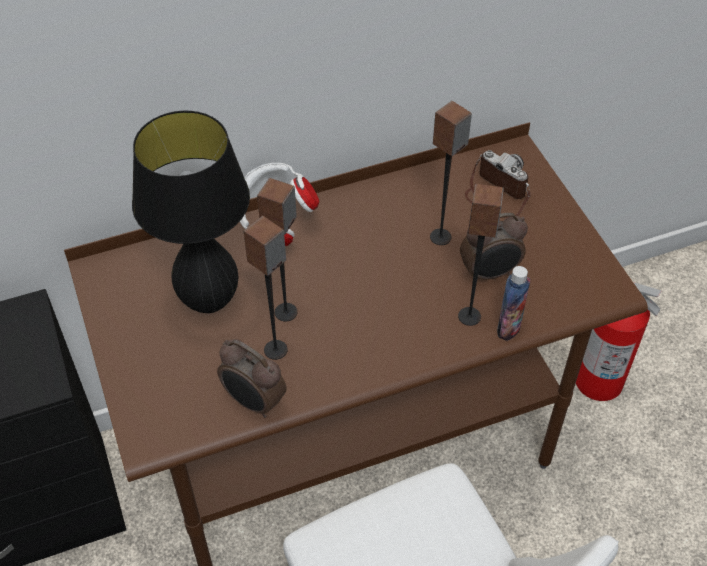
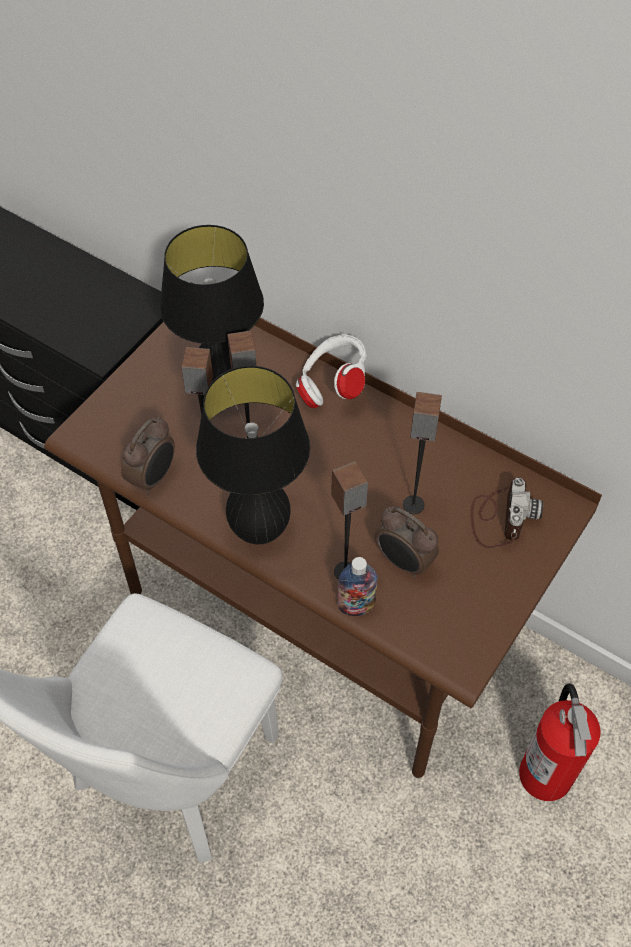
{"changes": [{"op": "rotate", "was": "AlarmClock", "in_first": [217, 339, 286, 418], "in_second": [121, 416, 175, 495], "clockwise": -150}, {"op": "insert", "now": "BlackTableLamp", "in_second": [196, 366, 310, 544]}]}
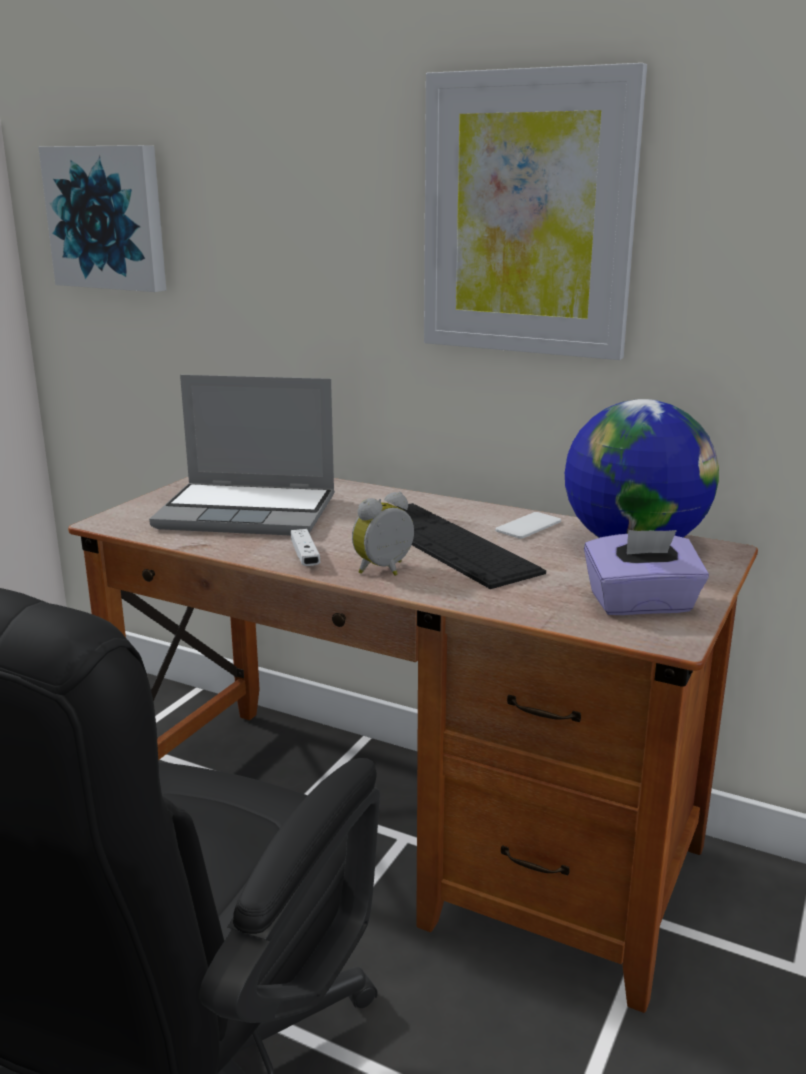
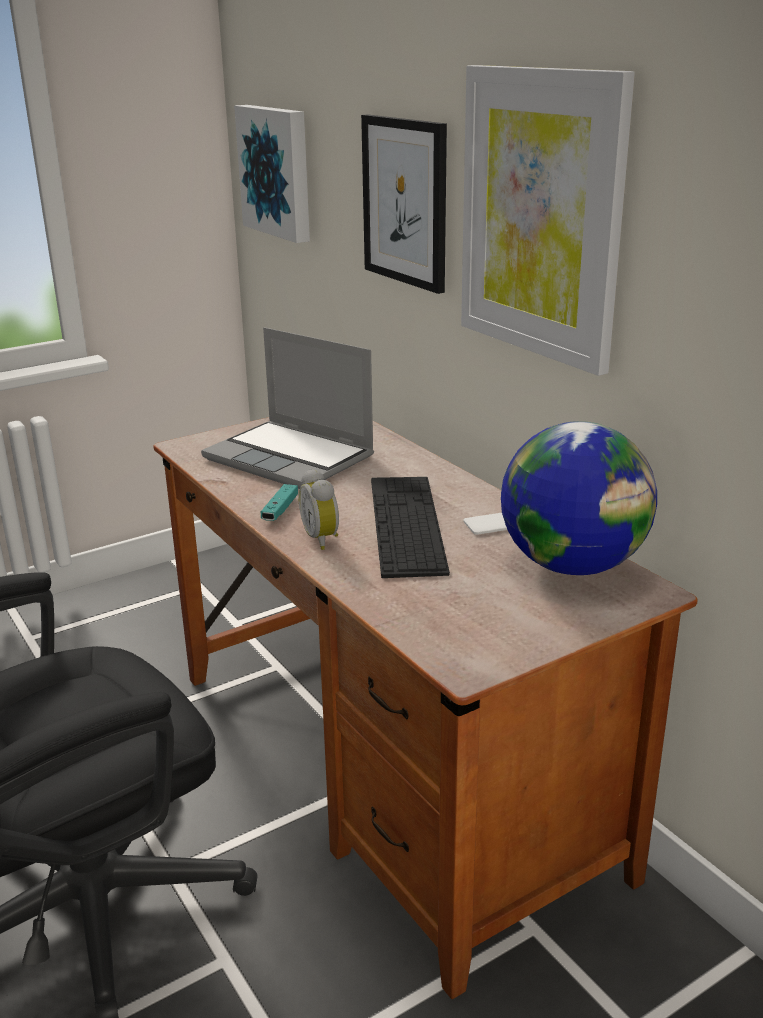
{"changes": [{"op": "recolor", "was": "WhiteColouredJoypad", "now": "TurquoiseColouredJoypad", "in_first": [291, 529, 321, 566], "in_second": [261, 484, 298, 521]}, {"op": "rotate", "was": "AlarmClock", "in_first": [352, 492, 414, 576], "in_second": [299, 468, 339, 550], "clockwise": -105}, {"op": "delete", "was": "PurplishTissueHolder", "in_first": [584, 530, 709, 615]}, {"op": "insert", "now": "WallPicture", "in_second": [361, 114, 447, 294]}]}
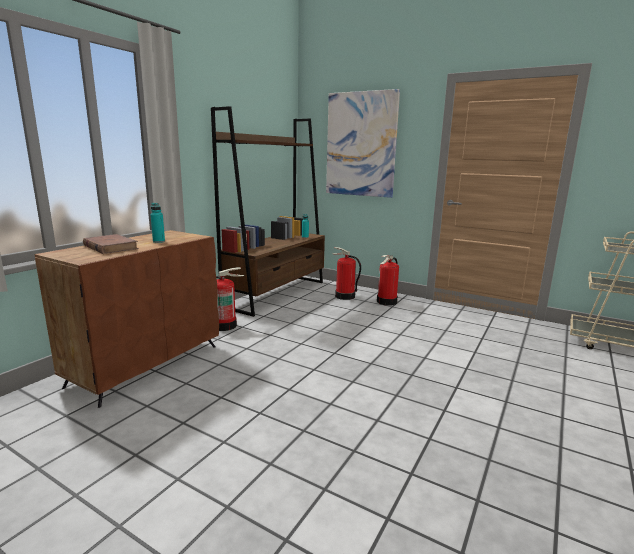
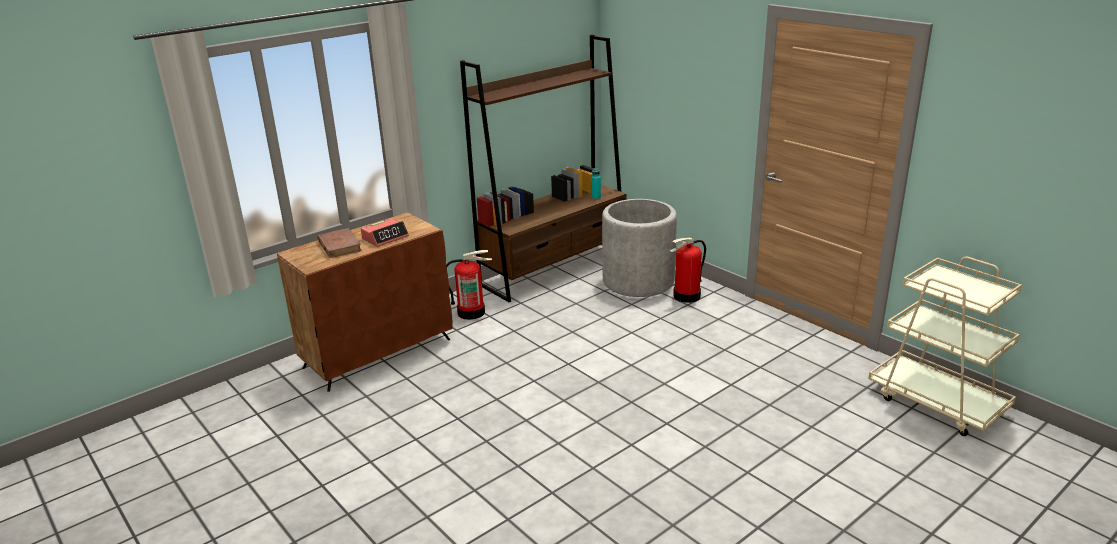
{"changes": [{"op": "replace", "was": "TurquoiseColouredDrinkBottle", "now": "AlarmClock", "in_first": [150, 203, 165, 243], "in_second": [361, 218, 409, 247]}, {"op": "delete", "was": "WallPicture", "in_first": [326, 89, 400, 198]}, {"op": "replace", "was": "FireFightingCylinder", "now": "GreyishPlanter", "in_first": [332, 247, 361, 300], "in_second": [602, 199, 677, 297]}]}
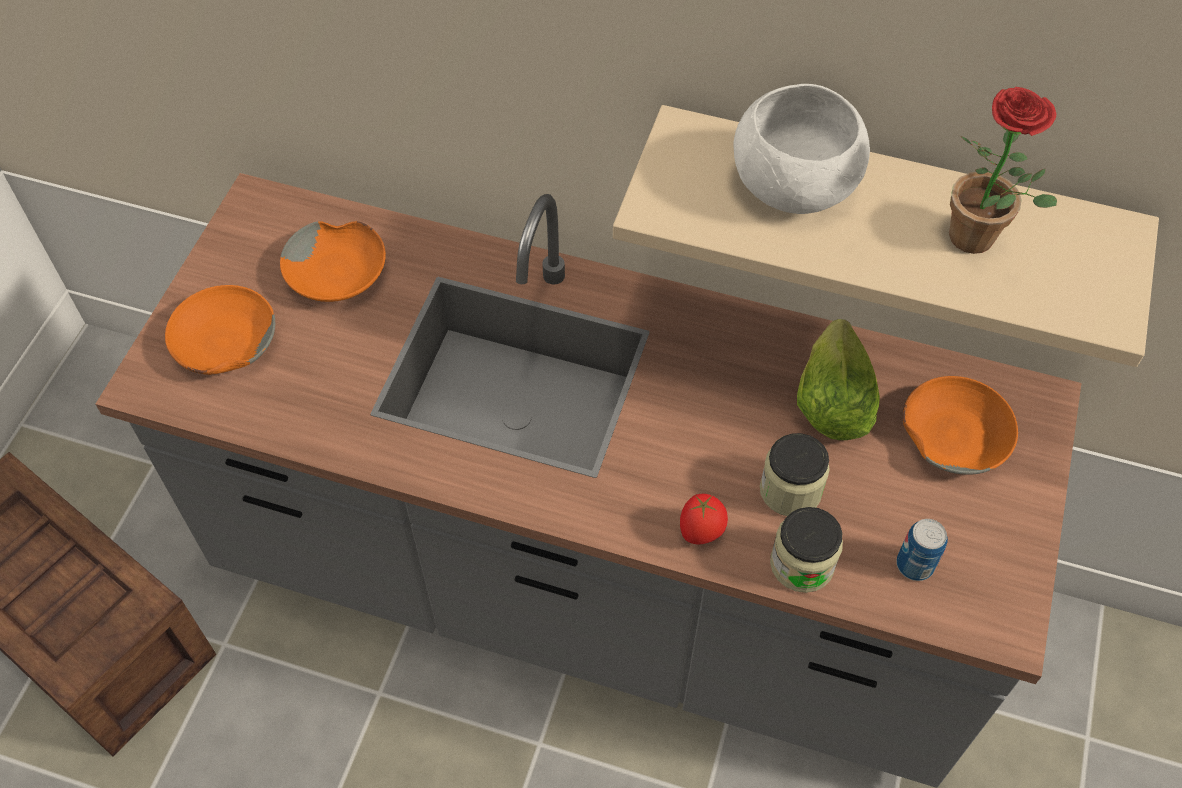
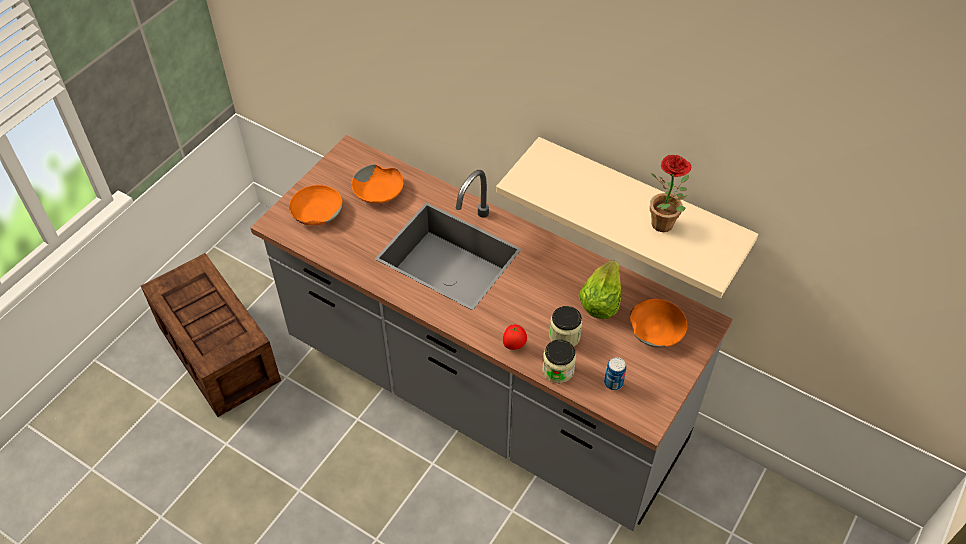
{"changes": [{"op": "delete", "was": "WhiteColouredDeepDish", "in_first": [733, 84, 870, 214]}]}
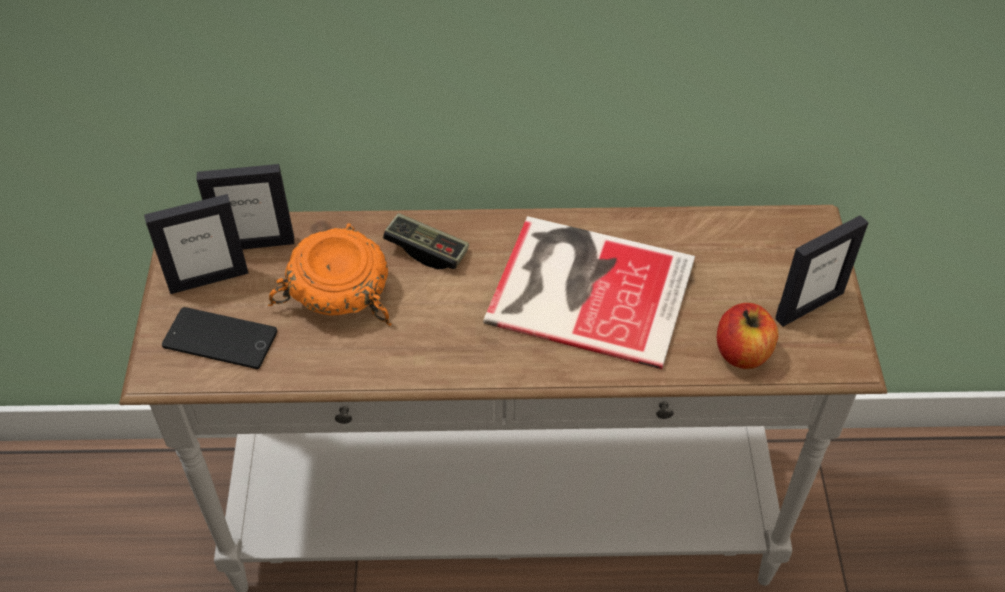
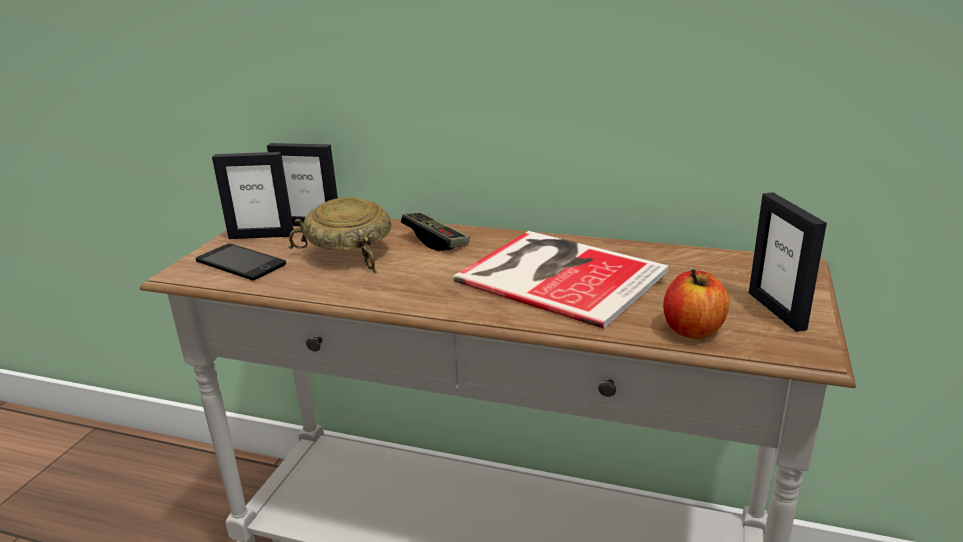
{"changes": [{"op": "recolor", "was": "OrangeColouredDeepDish", "now": "BeigeDeepDish", "in_first": [268, 223, 392, 326], "in_second": [289, 197, 391, 273]}, {"op": "rotate", "was": "PictureFrame", "in_first": [775, 215, 869, 327], "in_second": [749, 192, 827, 332], "clockwise": 90}]}
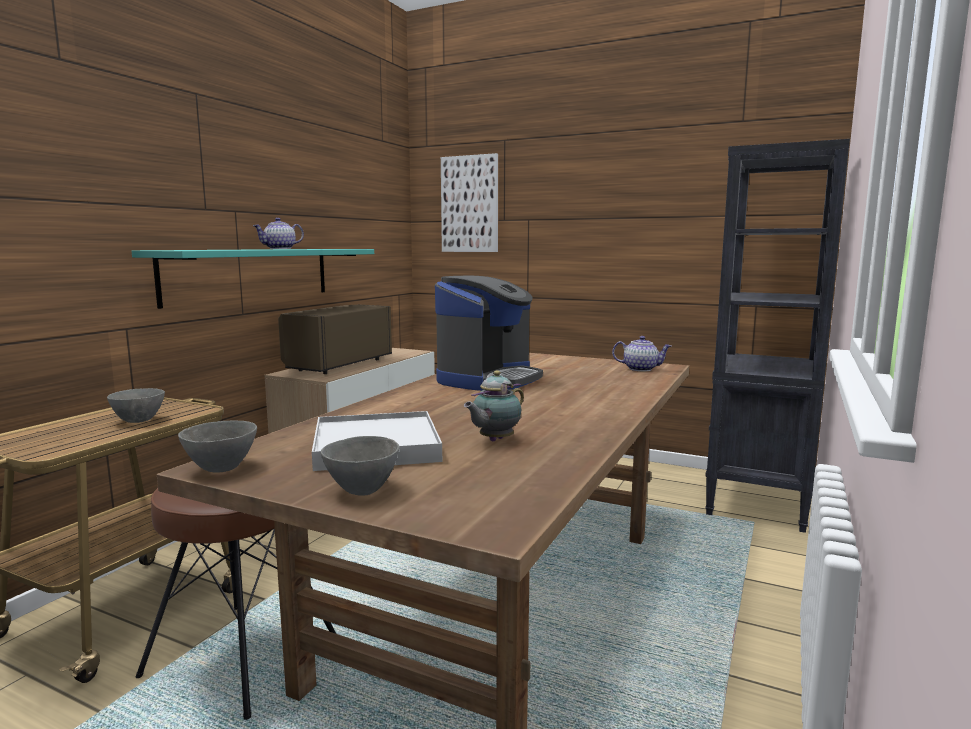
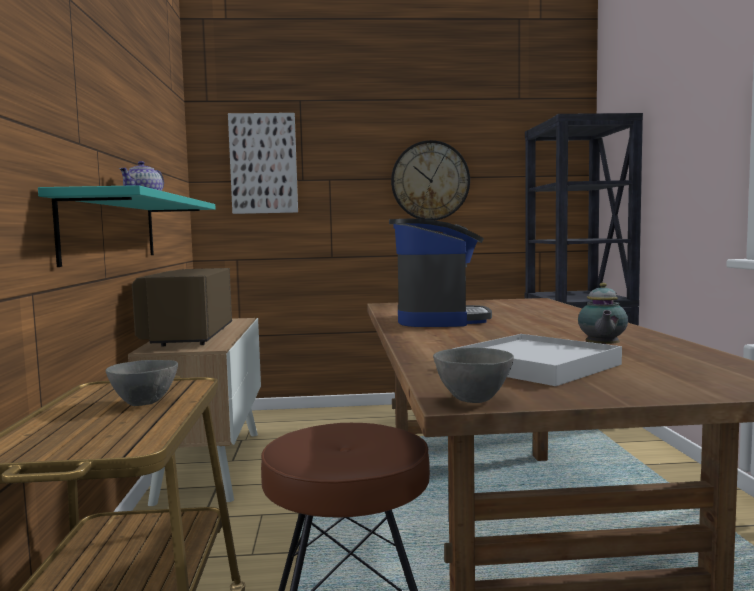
{"changes": [{"op": "delete", "was": "GreyishDeepDish", "in_first": [321, 436, 400, 496]}, {"op": "delete", "was": "Teapot", "in_first": [612, 336, 671, 372]}, {"op": "insert", "now": "ClockOnTheWall", "in_second": [391, 140, 470, 220]}]}
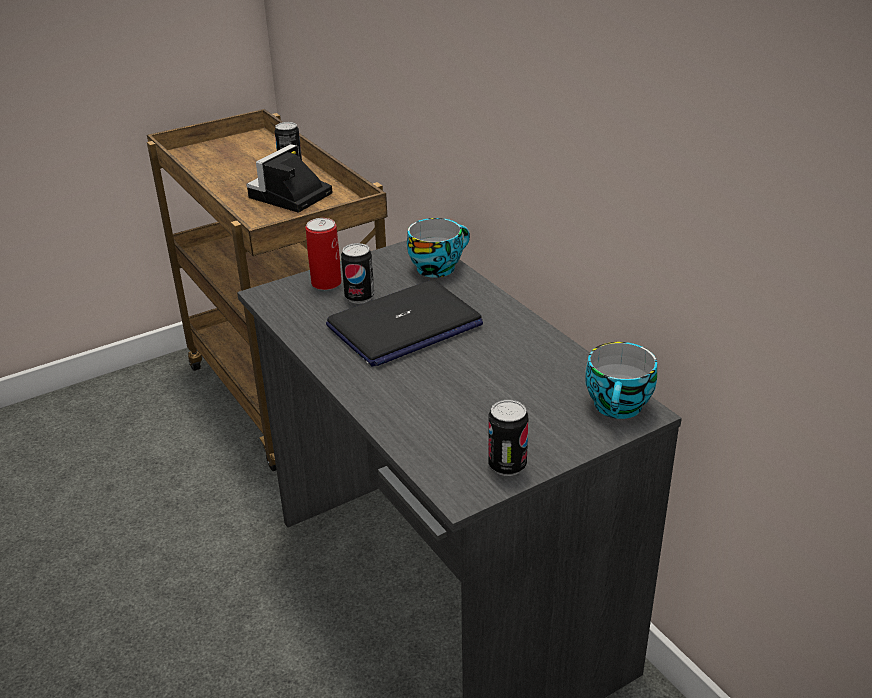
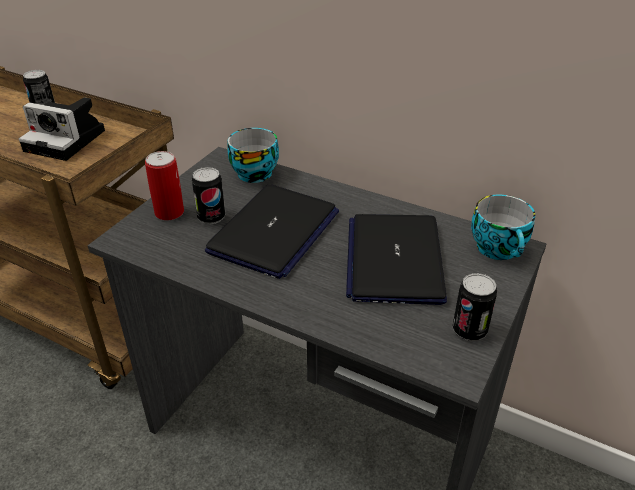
{"changes": [{"op": "rotate", "was": "StillCamera", "in_first": [246, 144, 333, 213], "in_second": [19, 97, 105, 161], "clockwise": -75}, {"op": "insert", "now": "NotebookComputer", "in_second": [346, 214, 447, 305]}]}
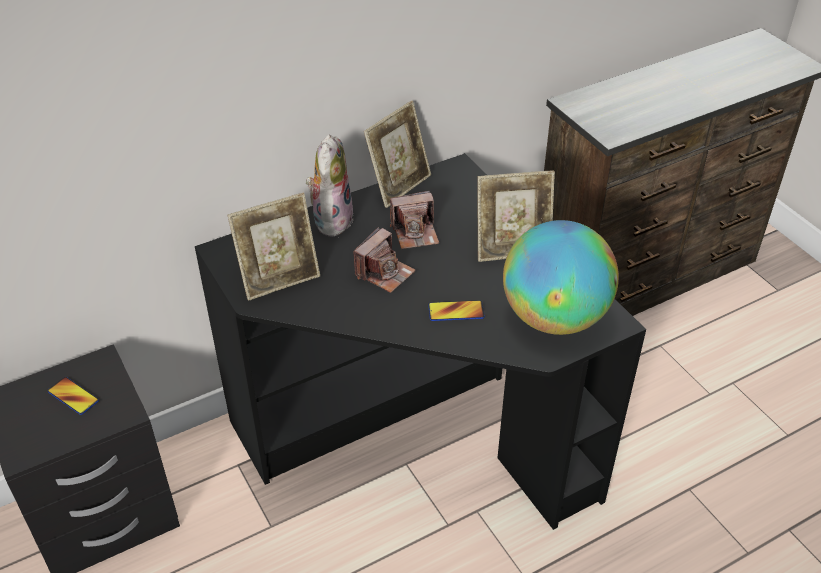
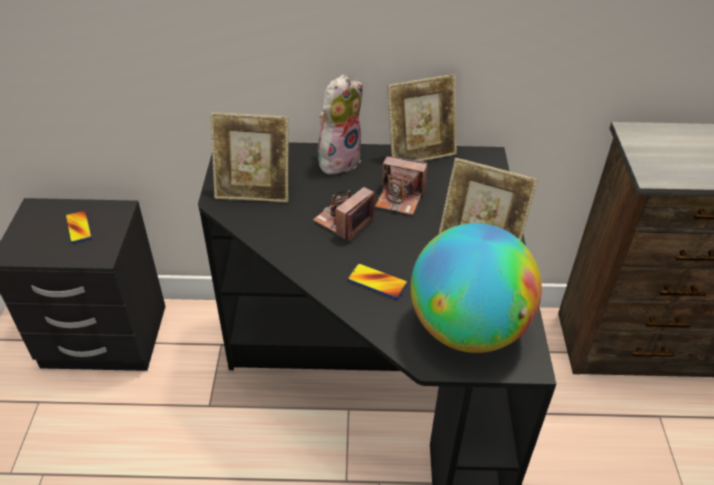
{"changes": [{"op": "rotate", "was": "StillCamera", "in_first": [353, 227, 416, 293], "in_second": [313, 187, 375, 241], "clockwise": 150}]}
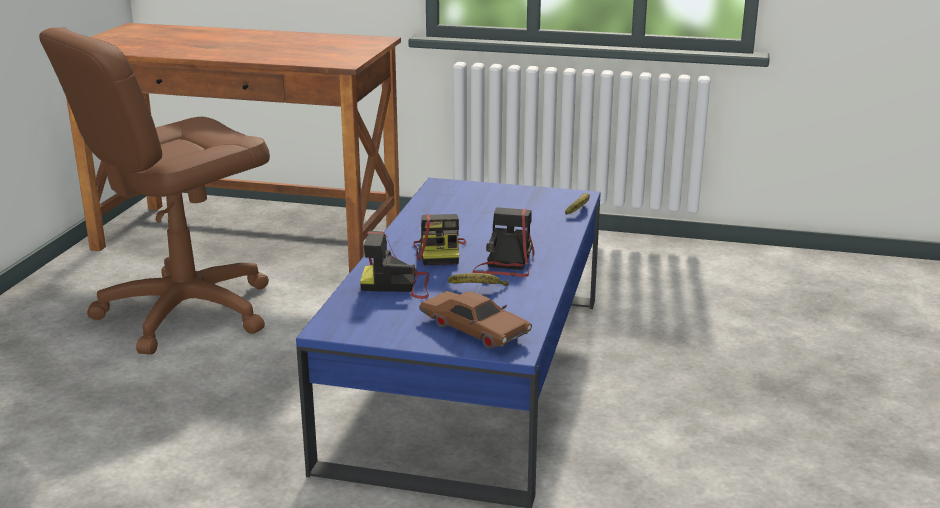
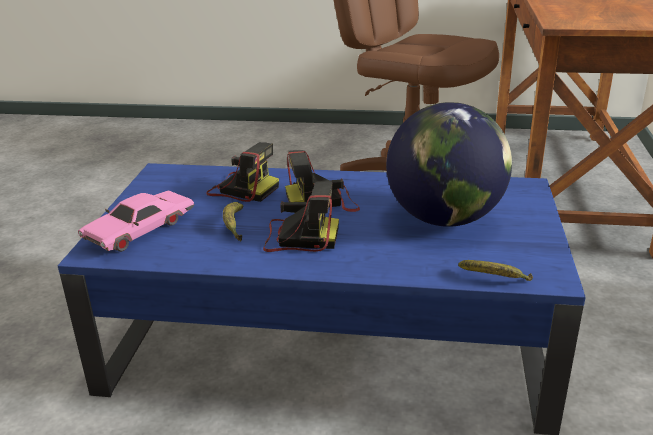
{"changes": [{"op": "rotate", "was": "StillCamera", "in_first": [360, 231, 429, 299], "in_second": [206, 142, 279, 202], "clockwise": 120}, {"op": "recolor", "was": "BrownishModelCar", "now": "PinkishModelCar", "in_first": [419, 291, 532, 349], "in_second": [78, 190, 195, 252]}, {"op": "insert", "now": "Globe", "in_second": [386, 102, 512, 227]}]}
